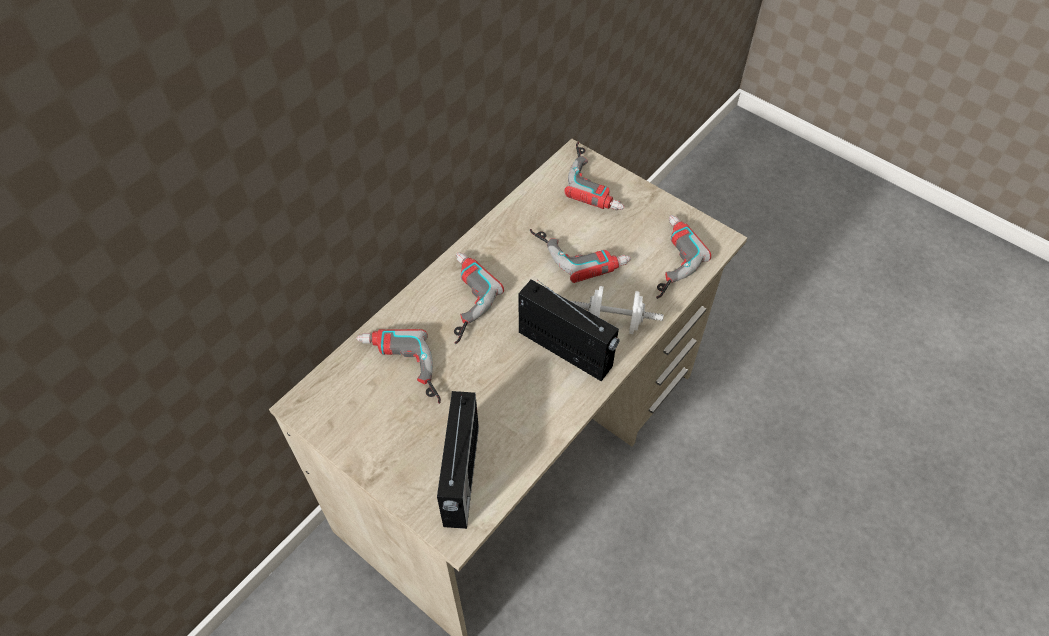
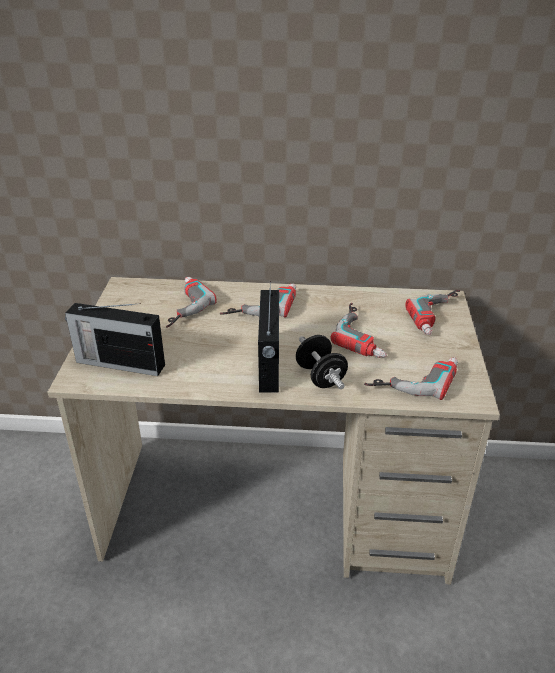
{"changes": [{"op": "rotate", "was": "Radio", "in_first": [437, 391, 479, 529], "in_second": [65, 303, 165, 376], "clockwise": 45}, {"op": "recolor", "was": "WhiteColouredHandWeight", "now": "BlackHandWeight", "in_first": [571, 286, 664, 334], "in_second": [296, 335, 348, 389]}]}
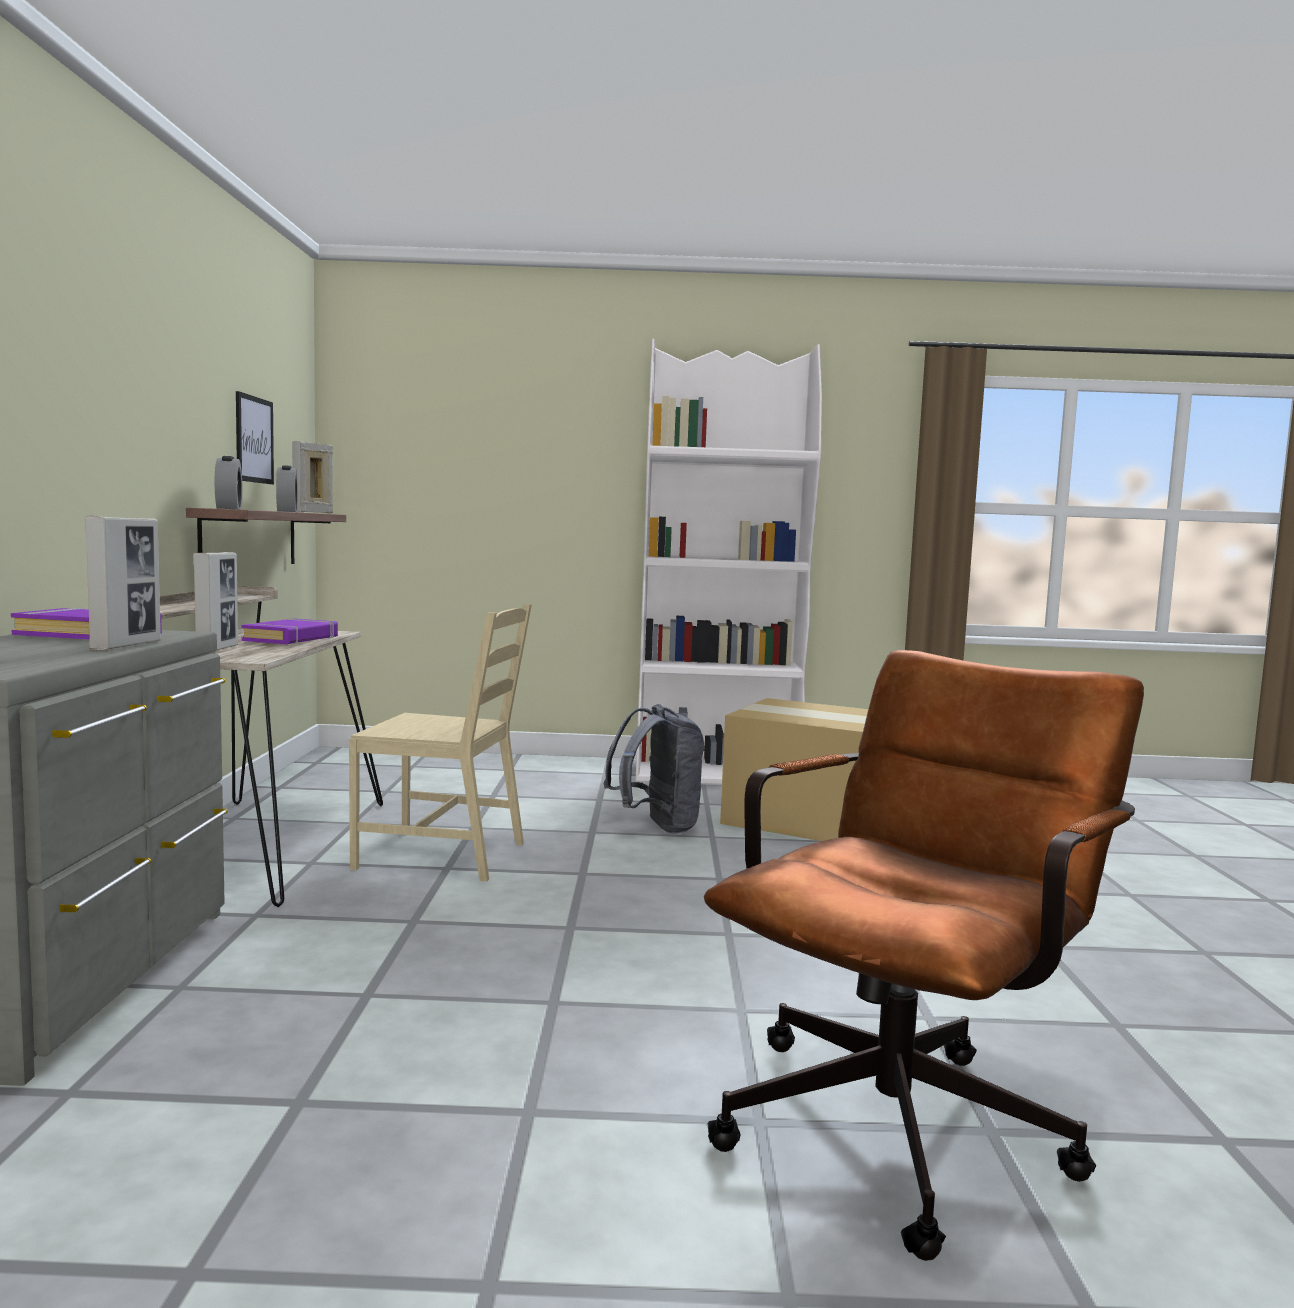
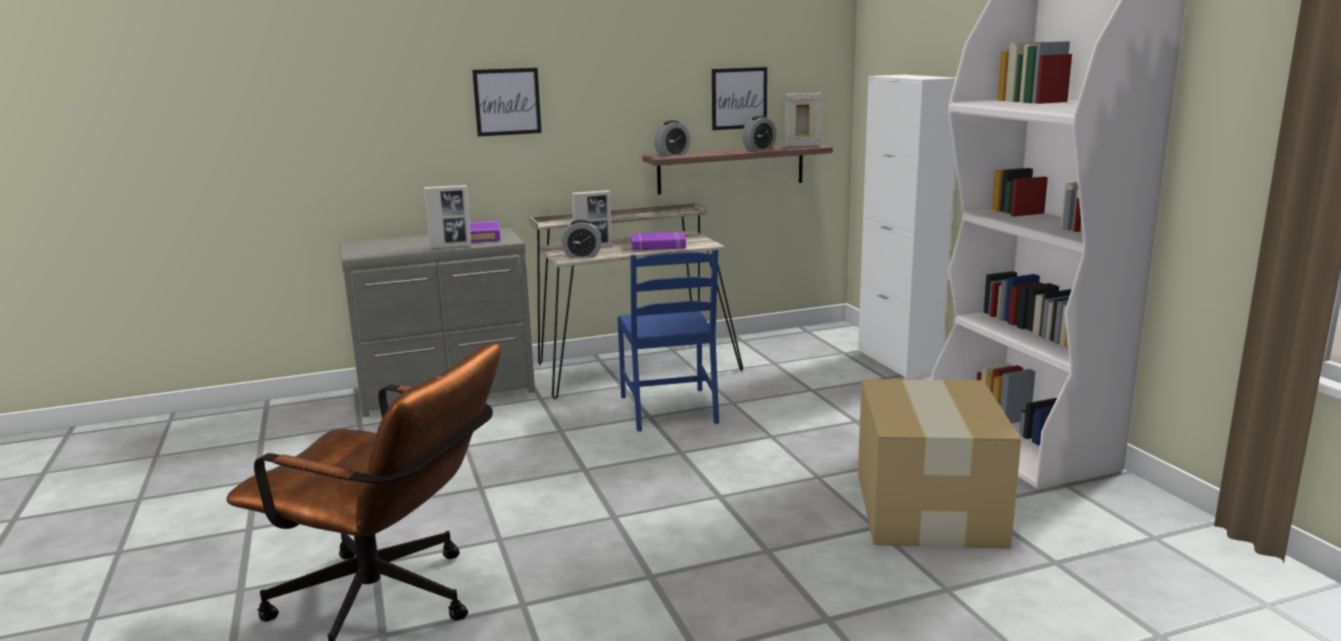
{"changes": [{"op": "recolor", "was": "BeigeUprightChair", "now": "BlueUprightChair", "in_first": [349, 604, 532, 882], "in_second": [618, 249, 719, 432]}, {"op": "delete", "was": "GreyishBackpack", "in_first": [603, 704, 705, 834]}, {"op": "insert", "now": "WallPicture", "in_second": [472, 68, 542, 137]}, {"op": "insert", "now": "AlarmClock", "in_second": [561, 220, 601, 258]}, {"op": "insert", "now": "WhiteColouredCupboard", "in_second": [858, 75, 956, 379]}]}
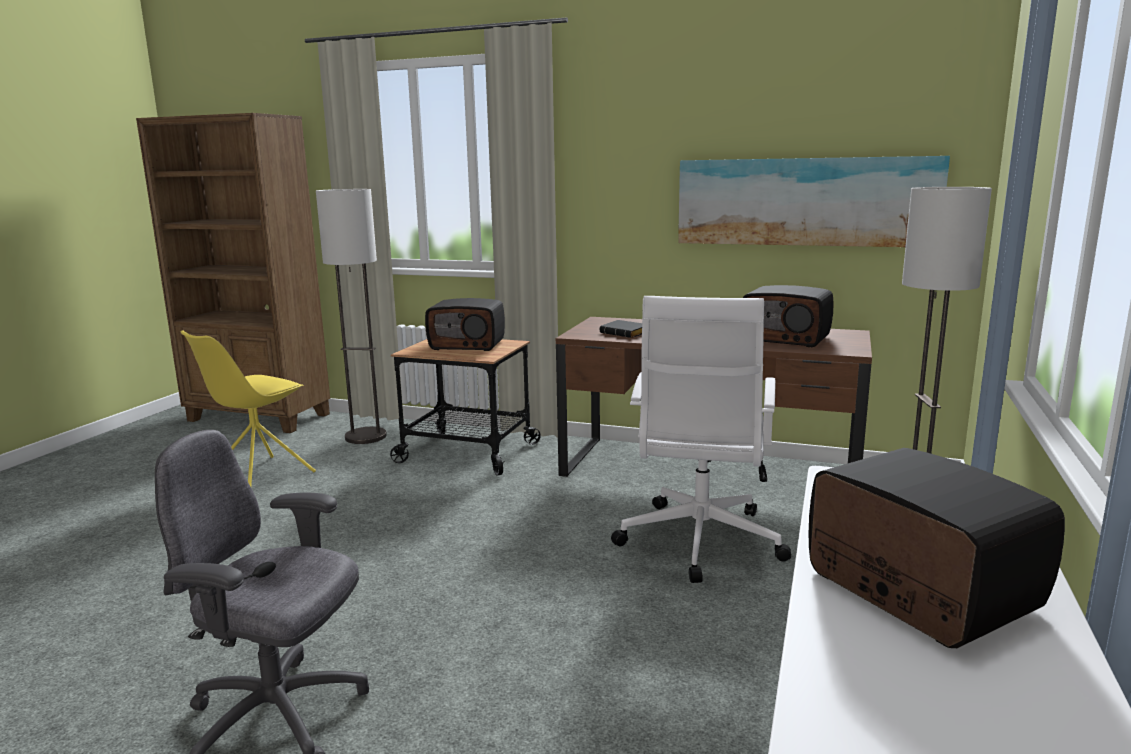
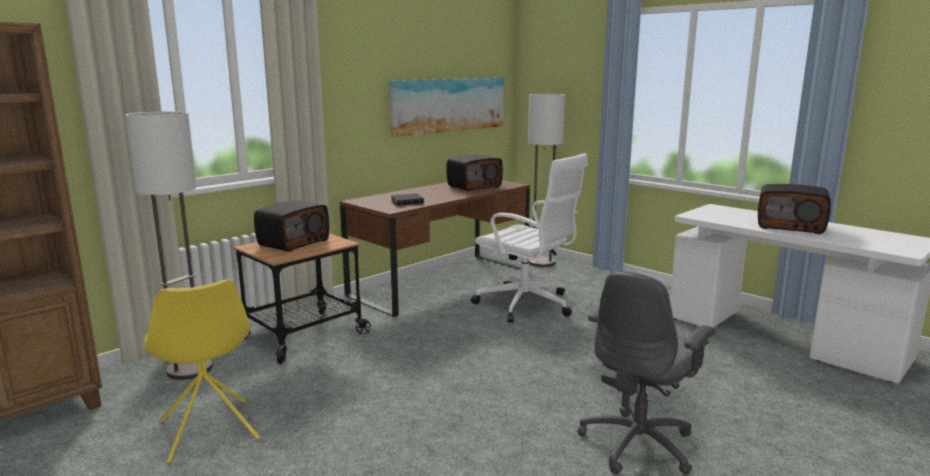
{"changes": [{"op": "rotate", "was": "Radio", "in_first": [809, 448, 1065, 648], "in_second": [758, 184, 831, 234], "clockwise": -150}]}
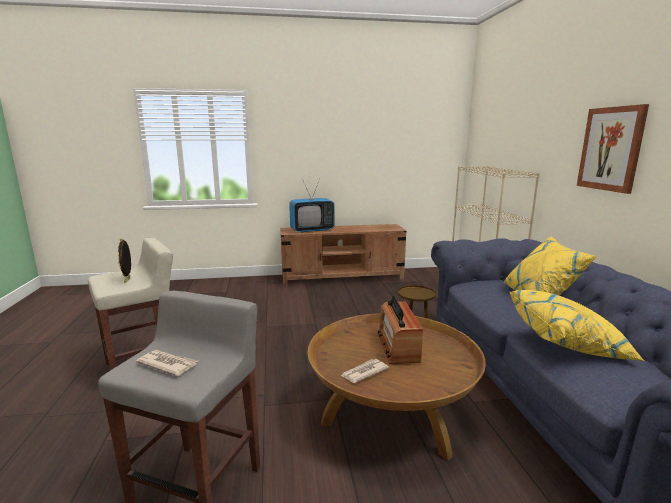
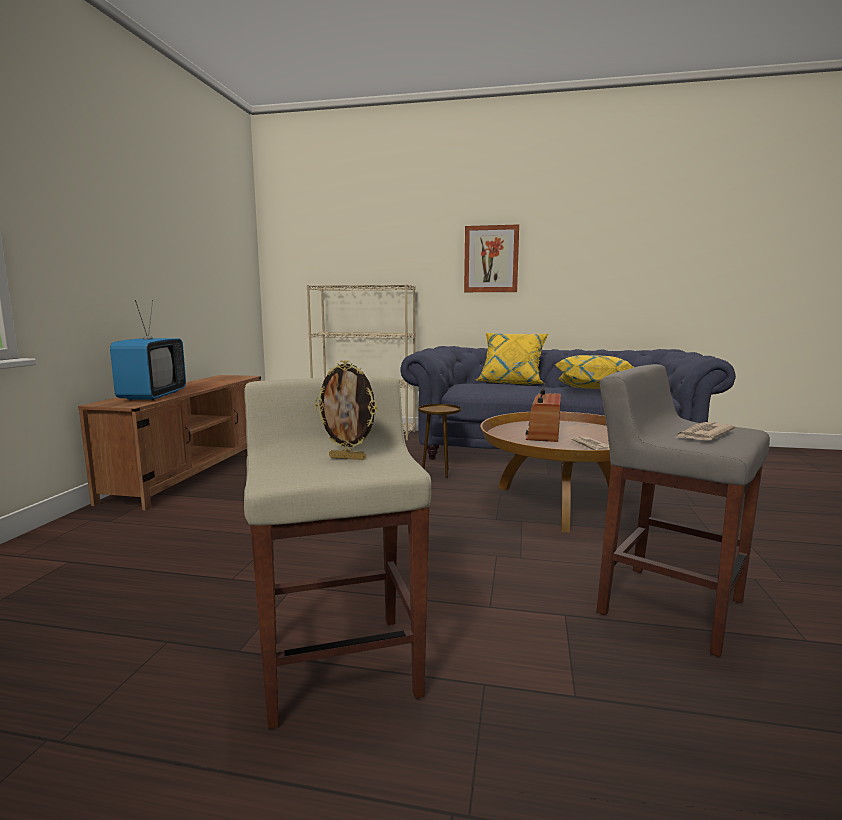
{"changes": [{"op": "rotate", "was": "Radio", "in_first": [377, 295, 423, 364], "in_second": [526, 383, 561, 442], "clockwise": 90}]}
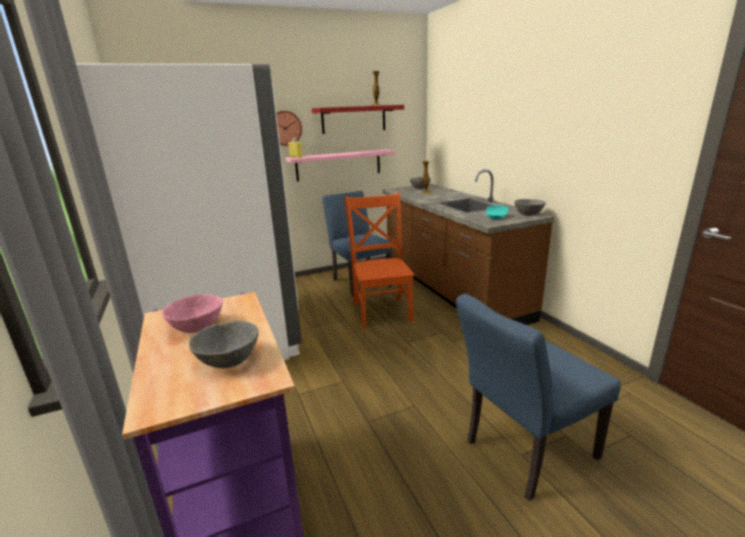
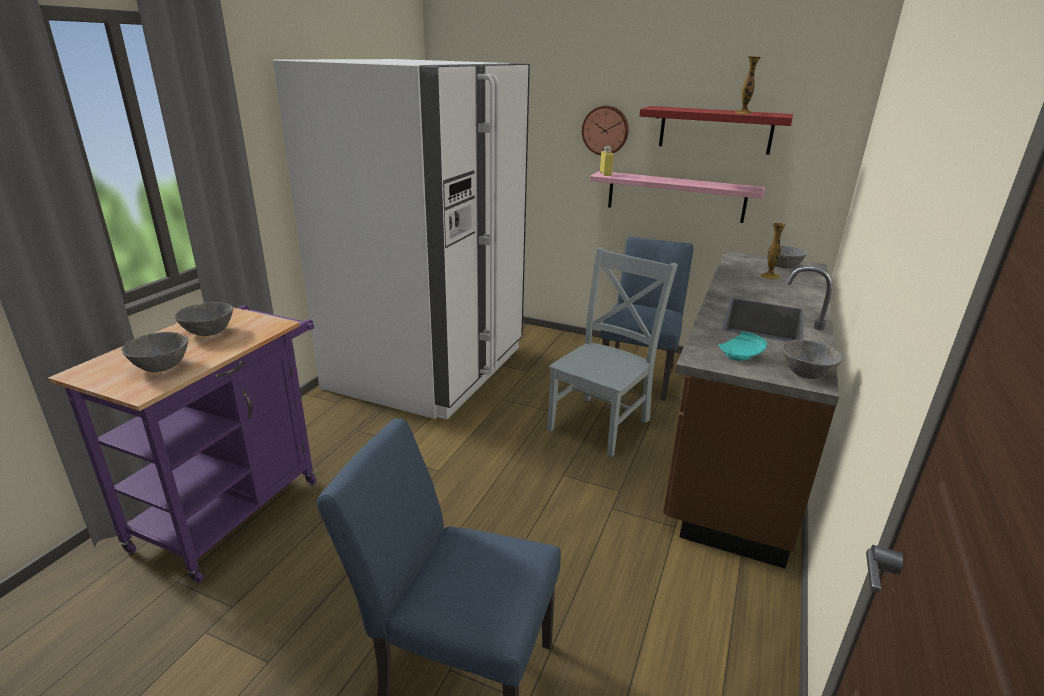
{"changes": [{"op": "recolor", "was": "PinkishDeepDish", "now": "GreyishDeepDish", "in_first": [162, 294, 223, 333], "in_second": [175, 302, 233, 336]}, {"op": "recolor", "was": "OrangeColouredUprightChair", "now": "GreyishUprightChair", "in_first": [344, 193, 415, 328], "in_second": [547, 247, 678, 457]}]}
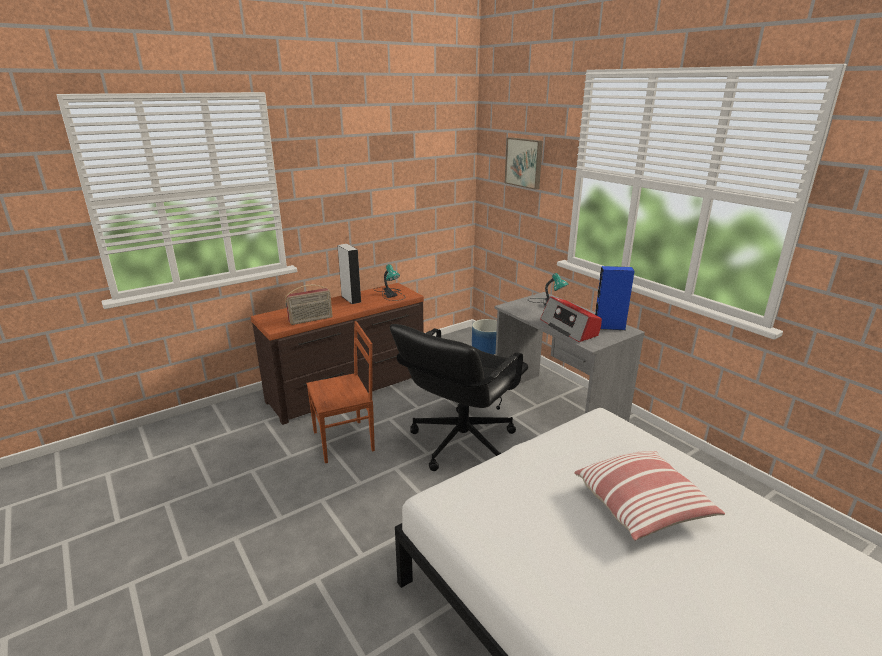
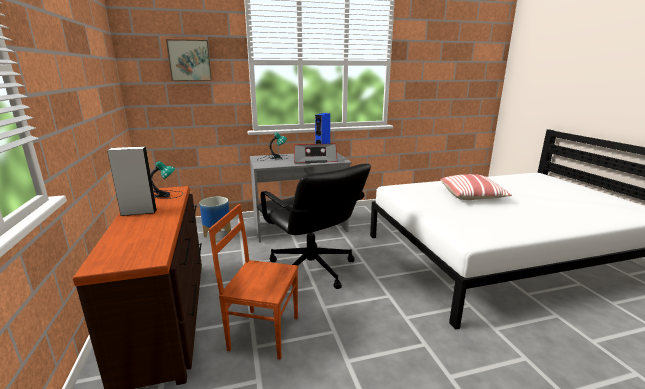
{"changes": [{"op": "delete", "was": "Radio", "in_first": [285, 285, 332, 325]}, {"op": "rotate", "was": "BrownishUprightChair", "in_first": [306, 321, 375, 463], "in_second": [209, 204, 298, 360], "clockwise": -75}]}
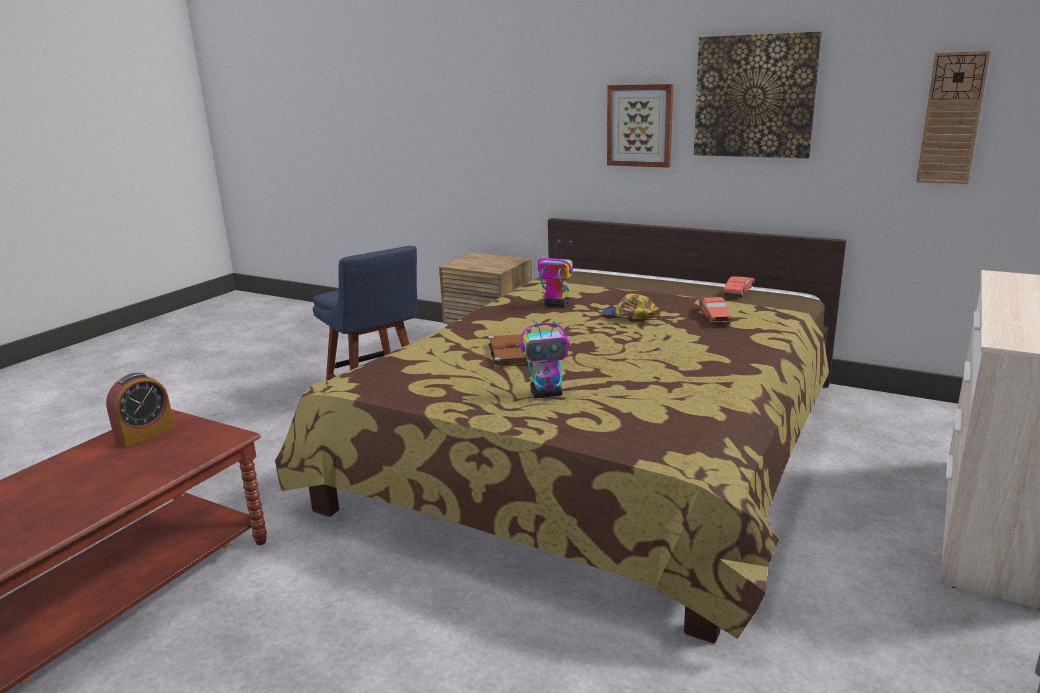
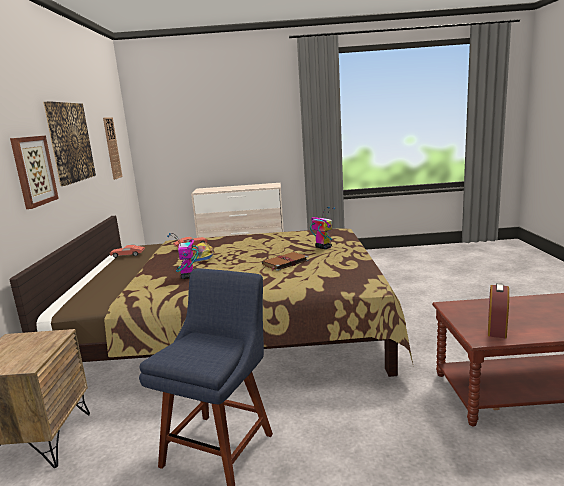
{"changes": [{"op": "rotate", "was": "AlarmClock", "in_first": [106, 373, 175, 447], "in_second": [488, 283, 509, 338], "clockwise": -75}]}
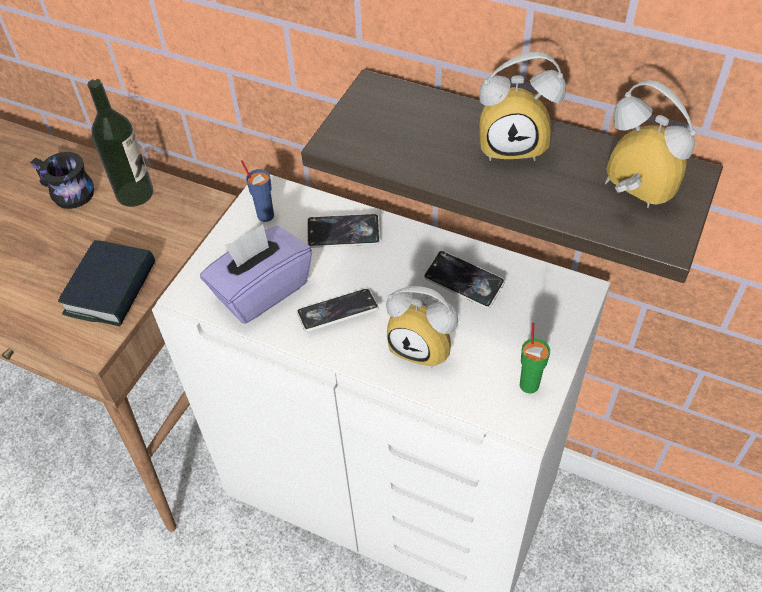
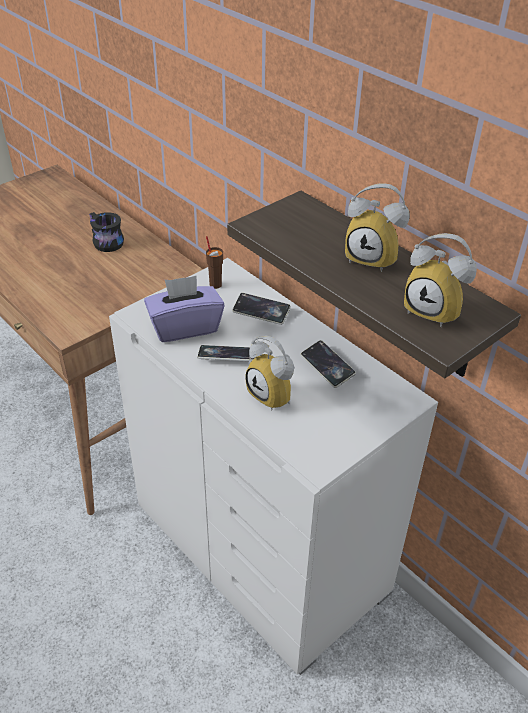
{"changes": [{"op": "delete", "was": "BoundBook", "in_first": [58, 240, 155, 326]}, {"op": "delete", "was": "DrinkBottle", "in_first": [87, 79, 153, 207]}, {"op": "recolor", "was": "BlueCup", "now": "BrownishCup", "in_first": [241, 160, 274, 222], "in_second": [206, 236, 223, 289]}, {"op": "delete", "was": "GreenishCup", "in_first": [520, 322, 550, 394]}, {"op": "rotate", "was": "AlarmClock", "in_first": [605, 80, 696, 208], "in_second": [404, 233, 477, 327], "clockwise": 150}]}
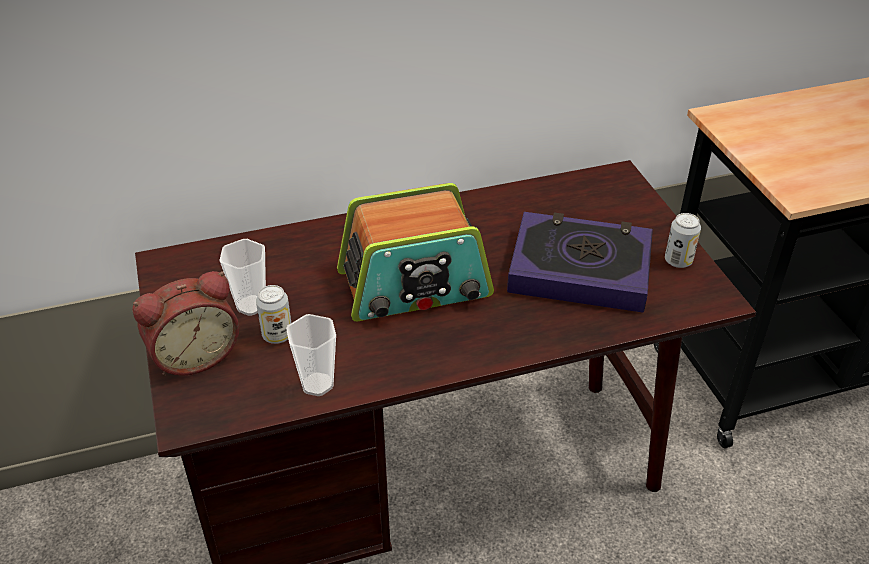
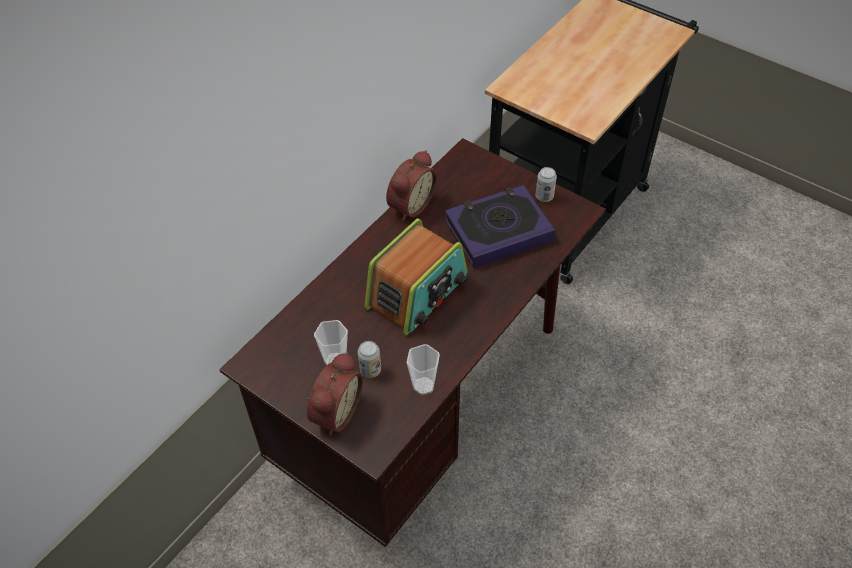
{"changes": [{"op": "insert", "now": "AlarmClock", "in_second": [386, 150, 437, 221]}]}
